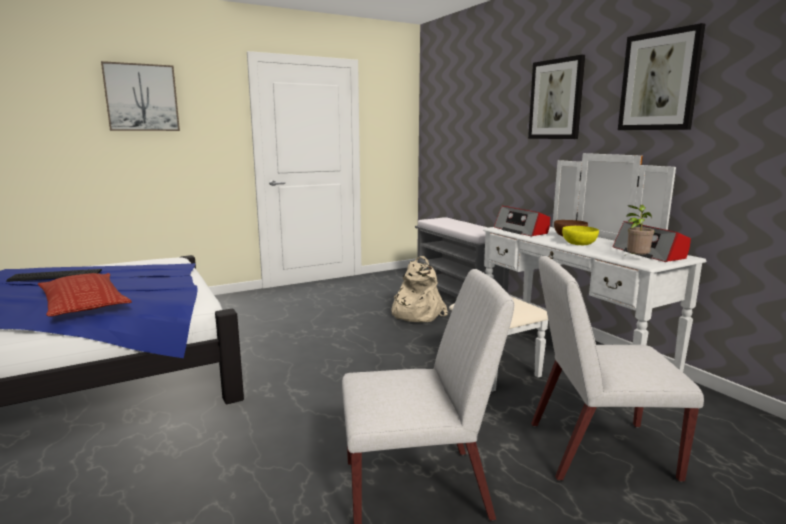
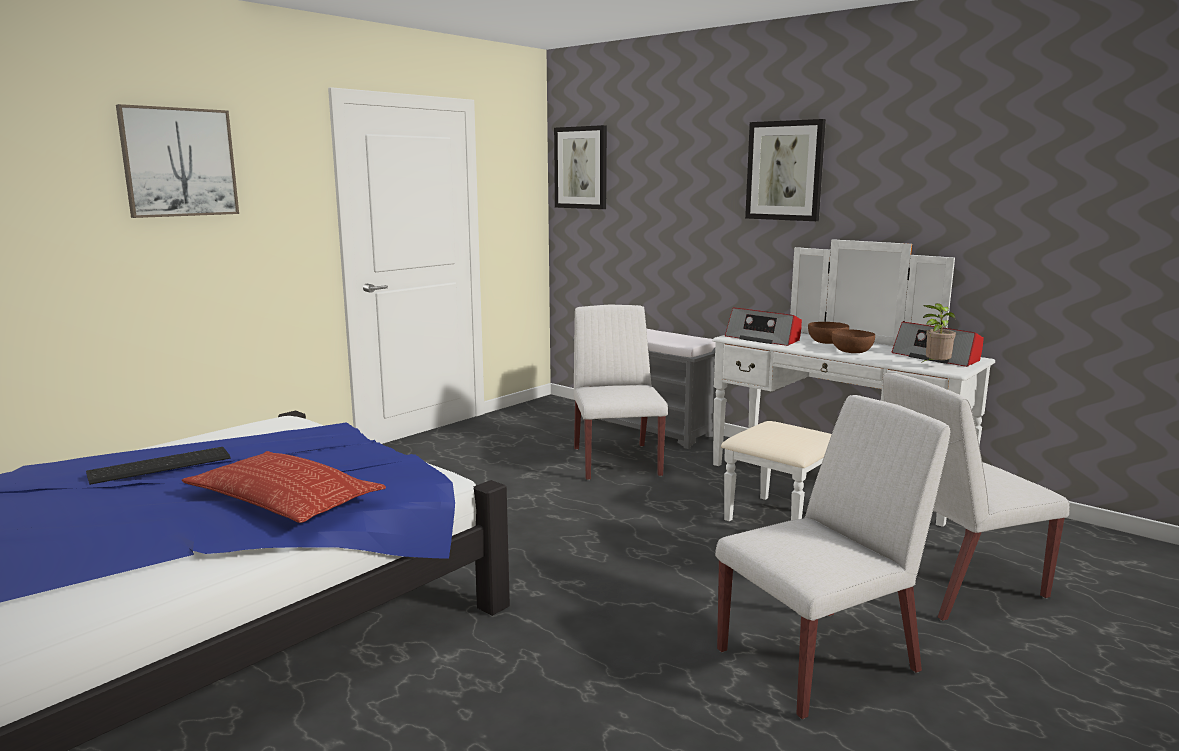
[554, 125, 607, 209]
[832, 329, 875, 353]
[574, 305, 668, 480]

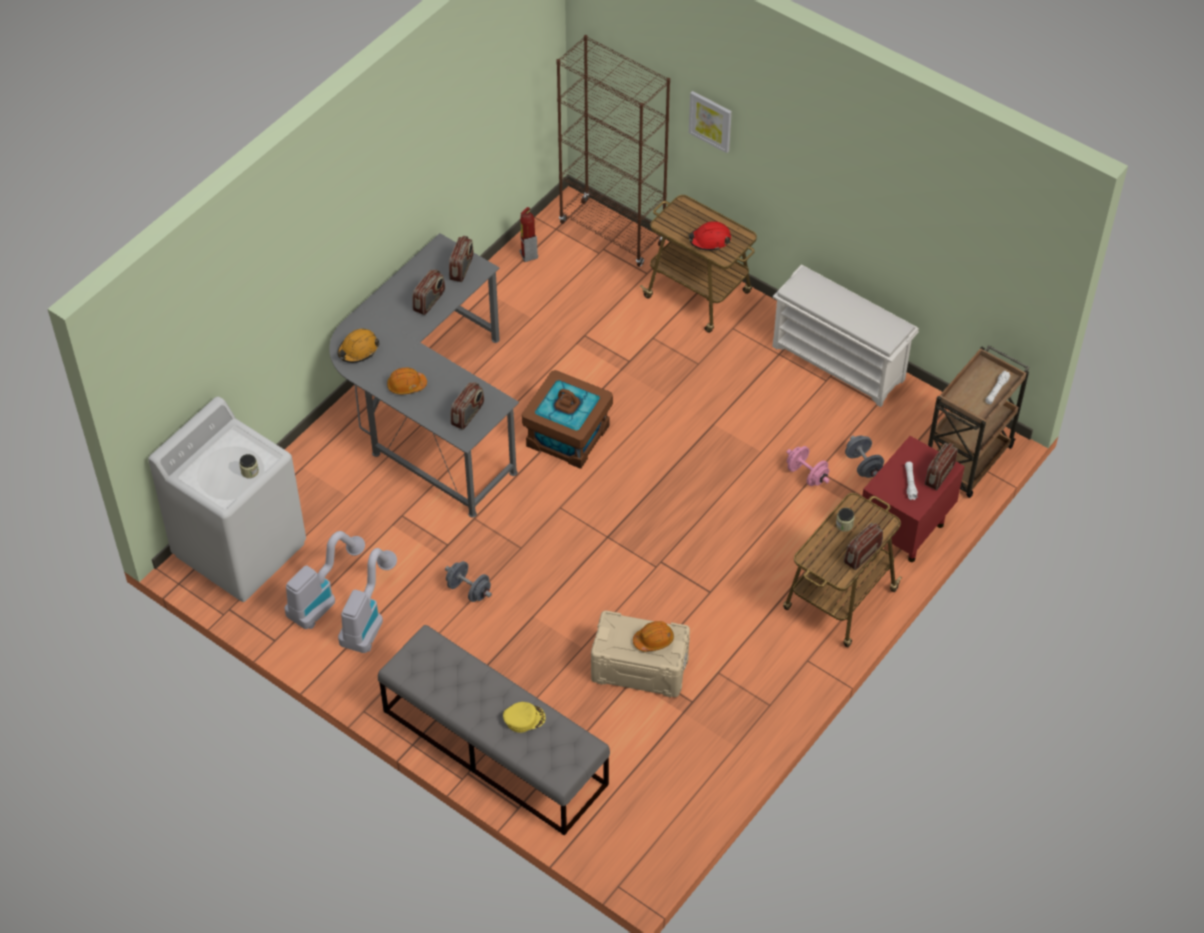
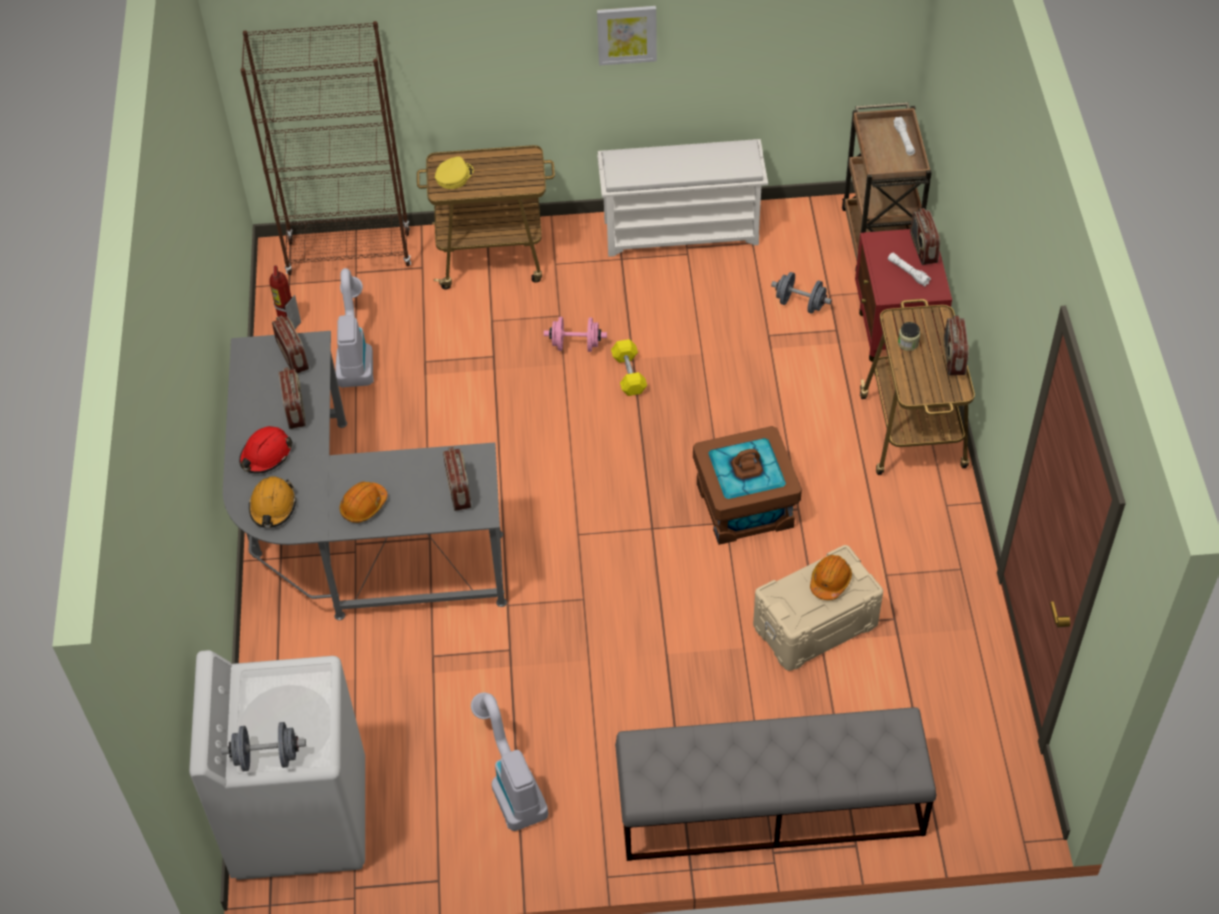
[597, 6, 657, 65]
[239, 426, 293, 474]
[693, 426, 802, 545]
[544, 317, 607, 352]
[239, 454, 259, 478] (first image)
[336, 268, 374, 387]
[221, 722, 306, 771]
[435, 157, 474, 189]
[611, 339, 647, 396]

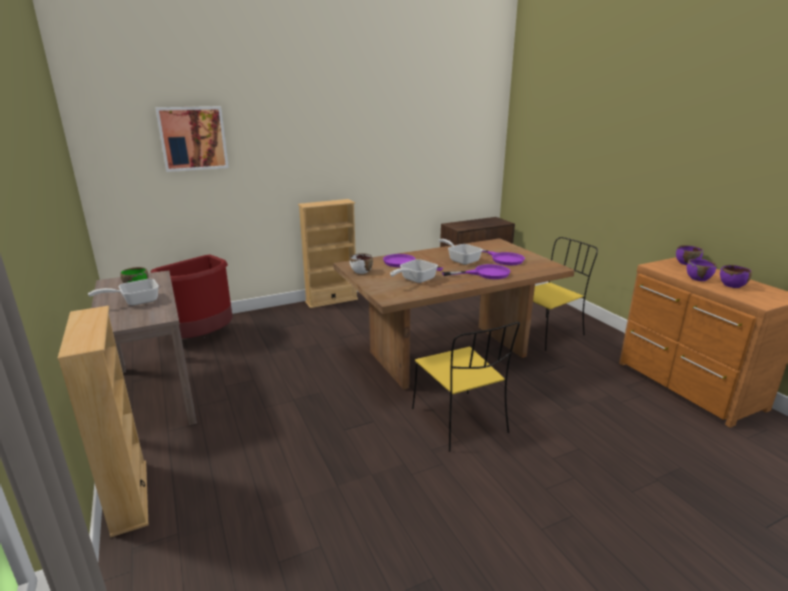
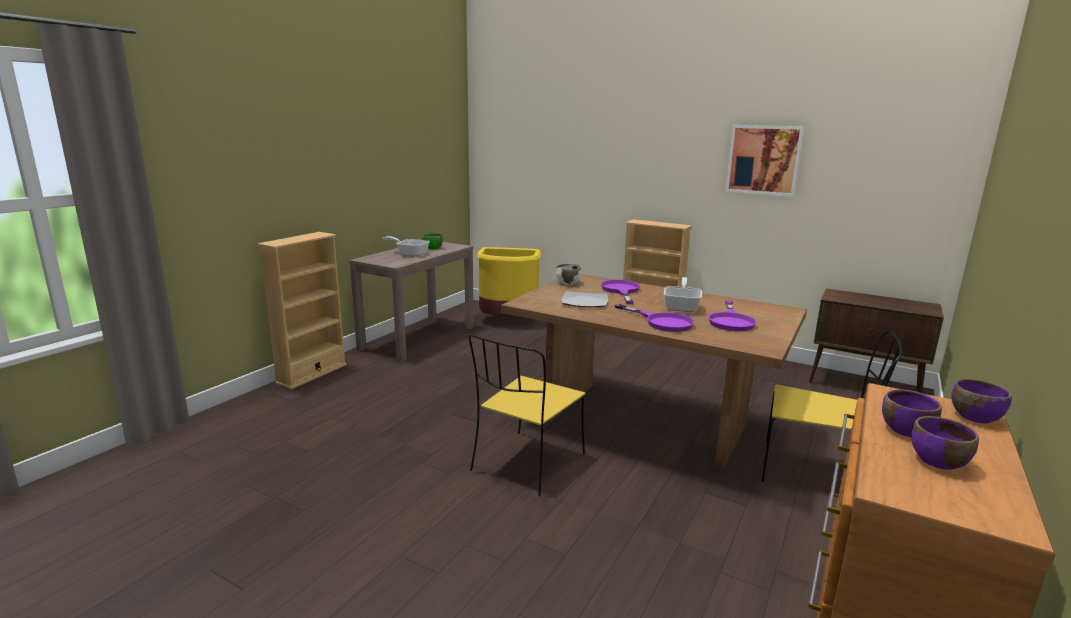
[725, 125, 804, 197]
[477, 247, 541, 317]
[562, 291, 608, 307]

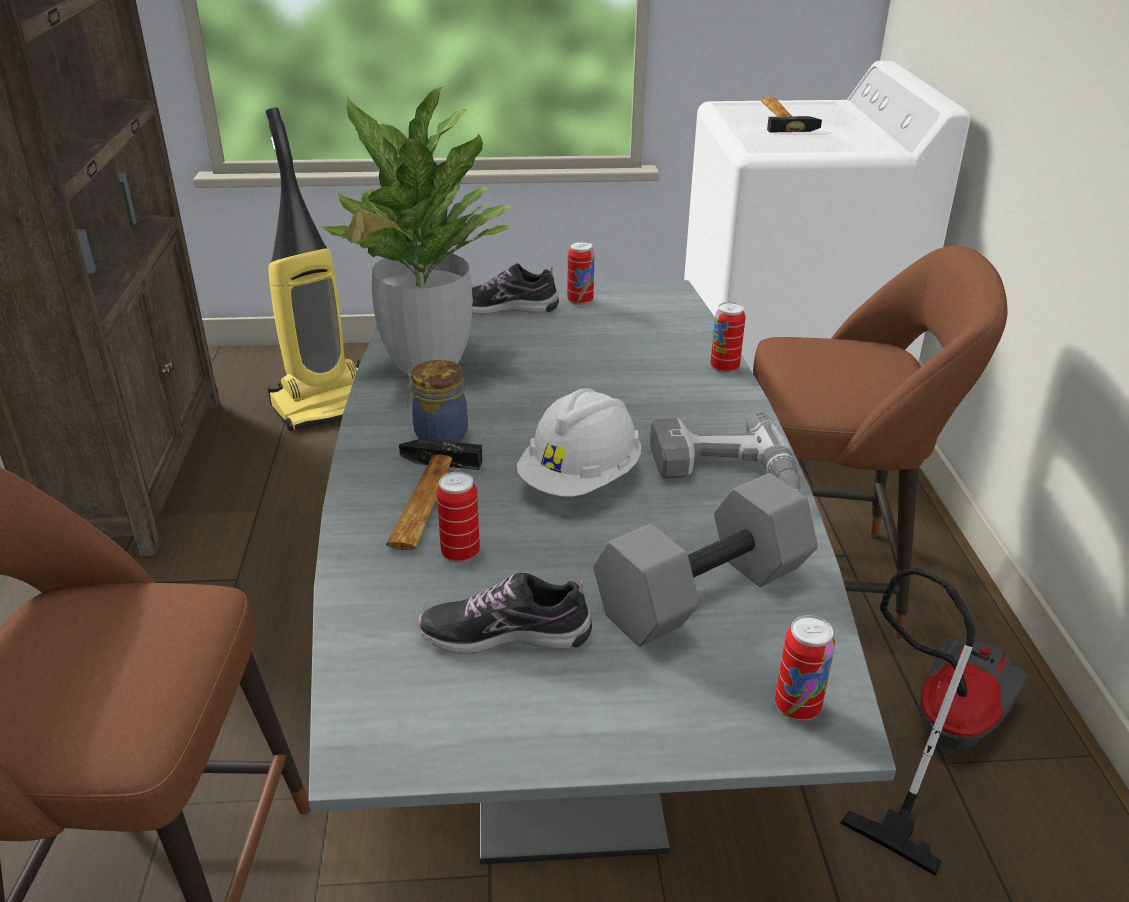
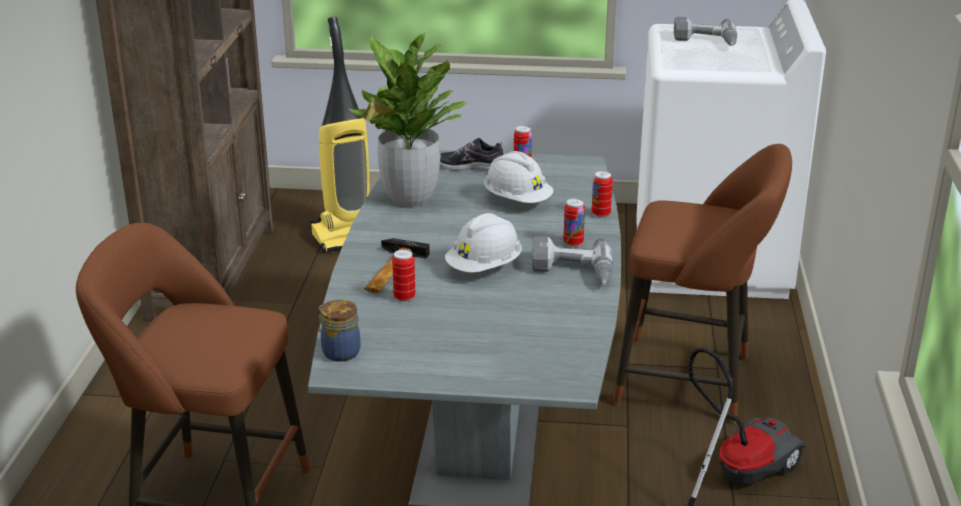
[674, 17, 737, 46]
[318, 300, 360, 362]
[593, 473, 818, 647] (first image)
[418, 573, 592, 654] (first image)
[563, 198, 585, 247]
[484, 151, 553, 203]

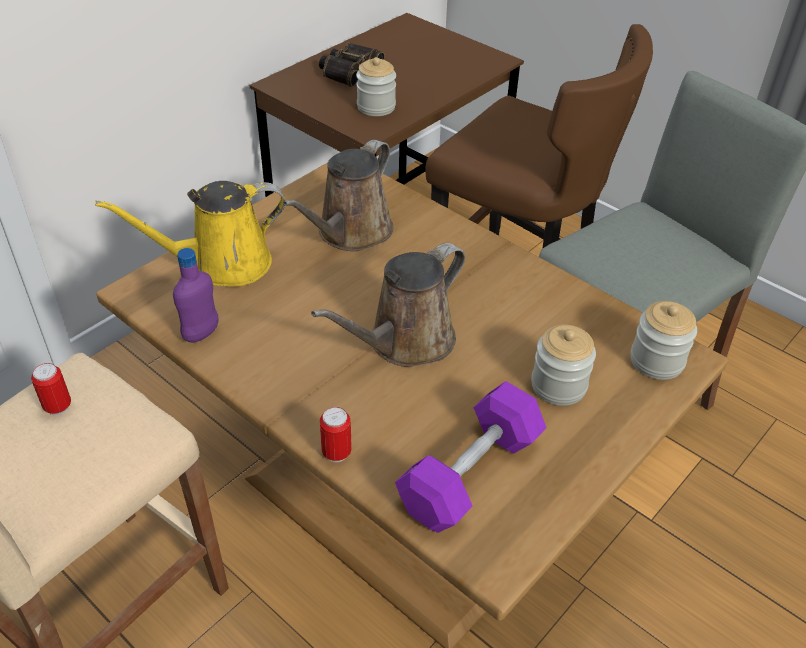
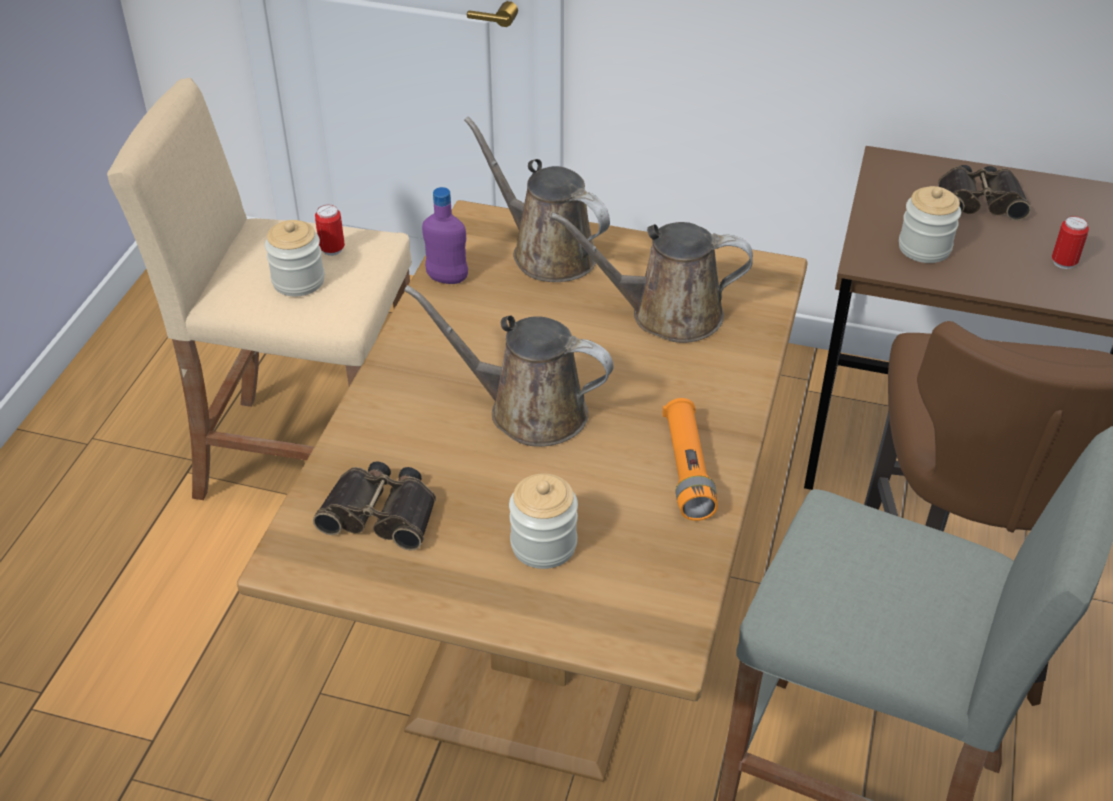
[464, 117, 610, 282]
[265, 220, 325, 296]
[313, 461, 436, 551]
[1052, 216, 1089, 269]
[662, 398, 718, 521]

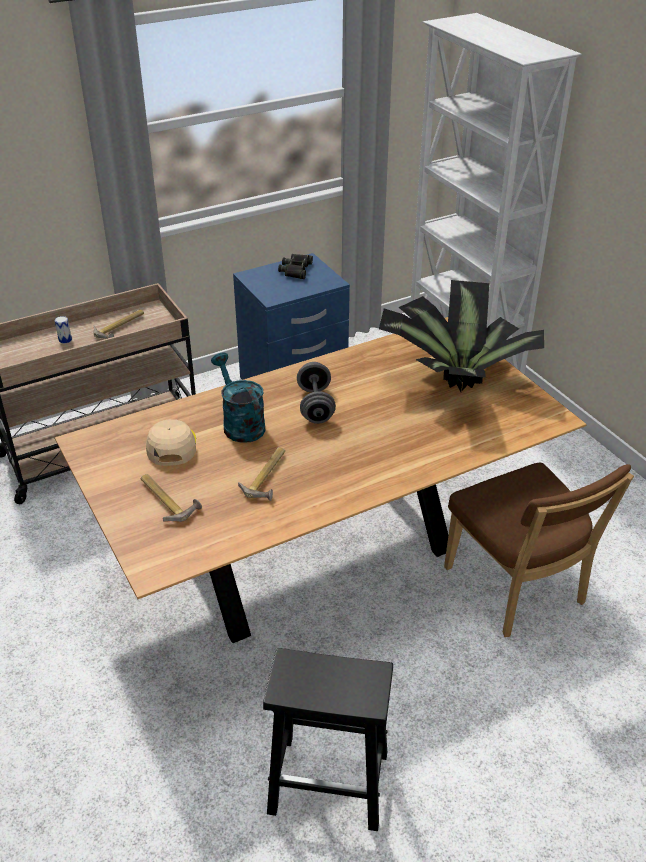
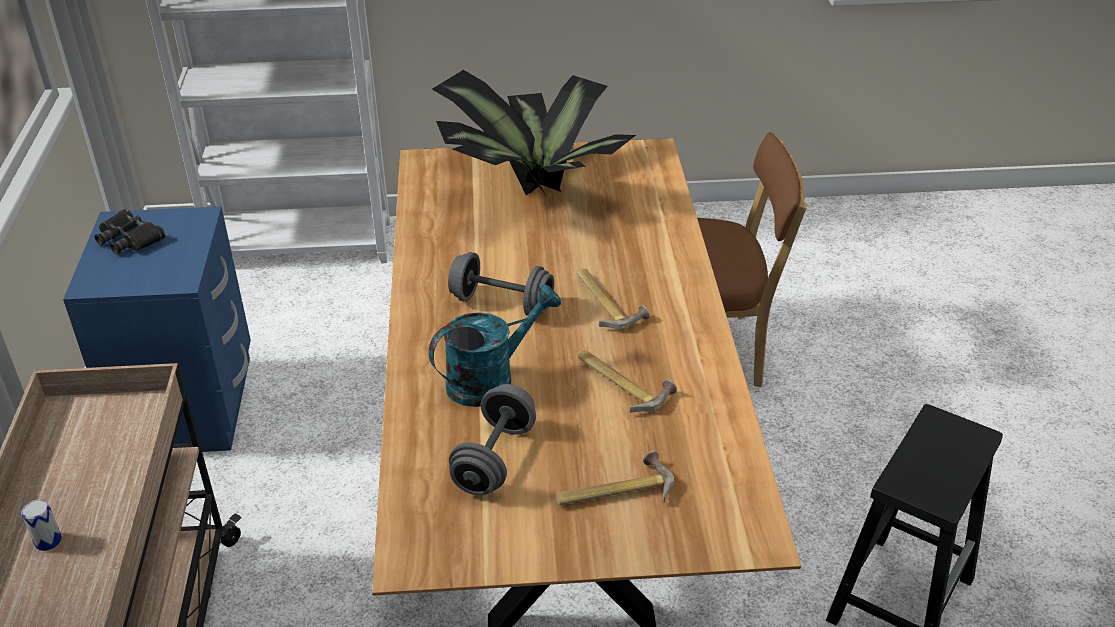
[577, 269, 650, 330]
[429, 284, 561, 407]
[449, 384, 536, 496]

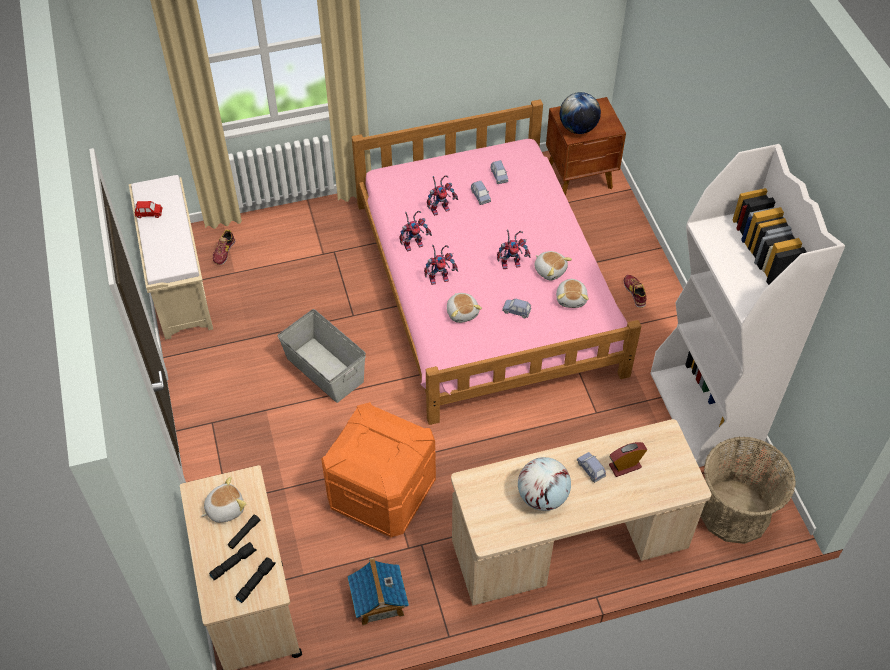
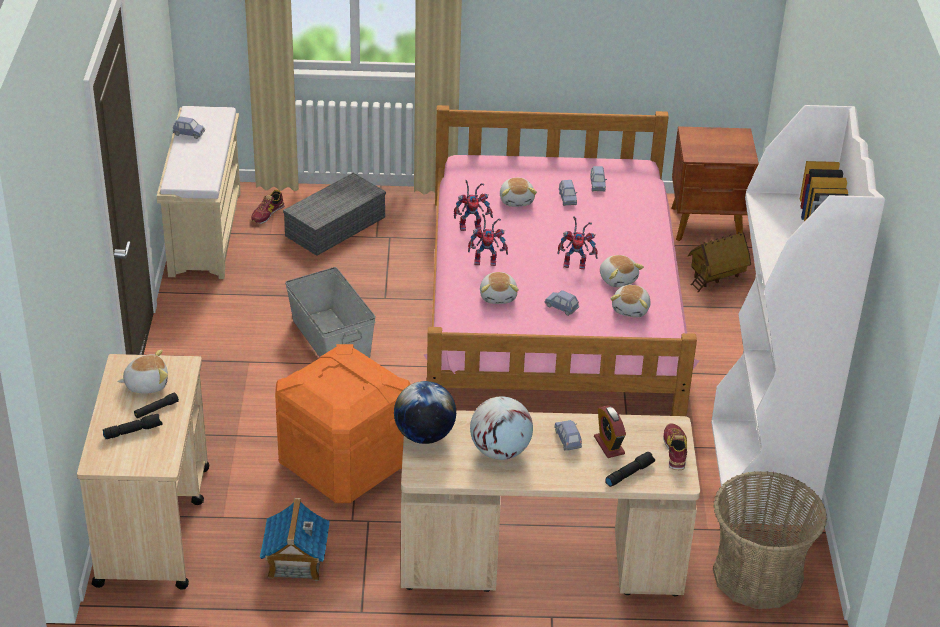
[394, 381, 456, 444]
[500, 178, 537, 207]
[172, 116, 205, 139]
[663, 424, 687, 470]
[594, 406, 626, 458]
[605, 452, 655, 487]
[283, 173, 386, 256]
[688, 232, 751, 292]

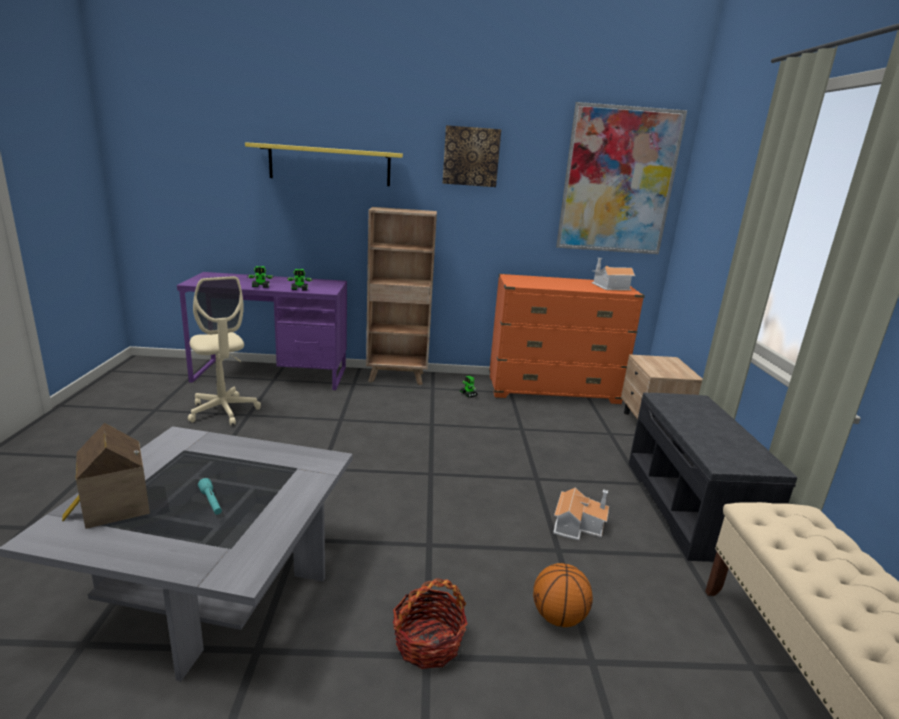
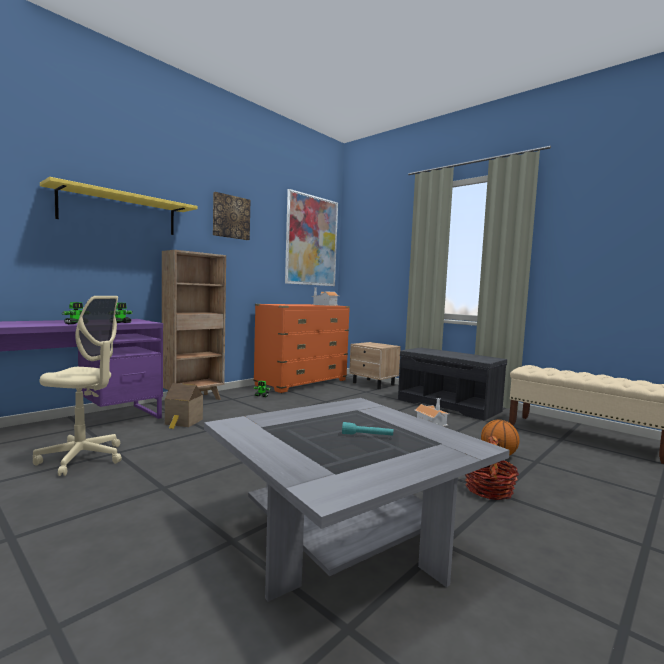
[165, 383, 203, 429]

